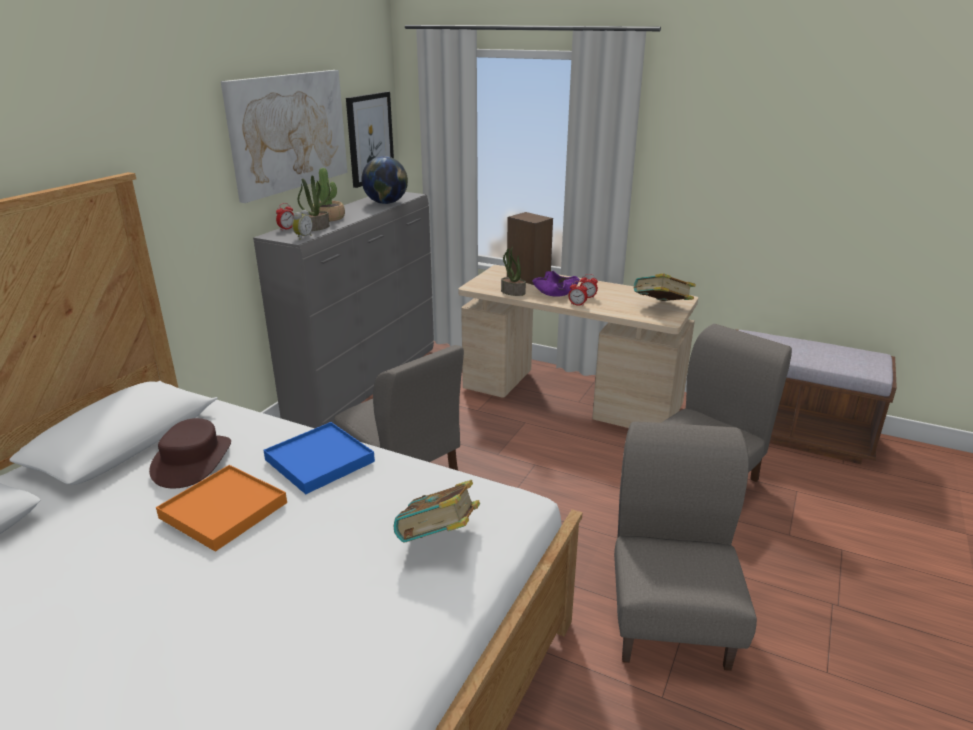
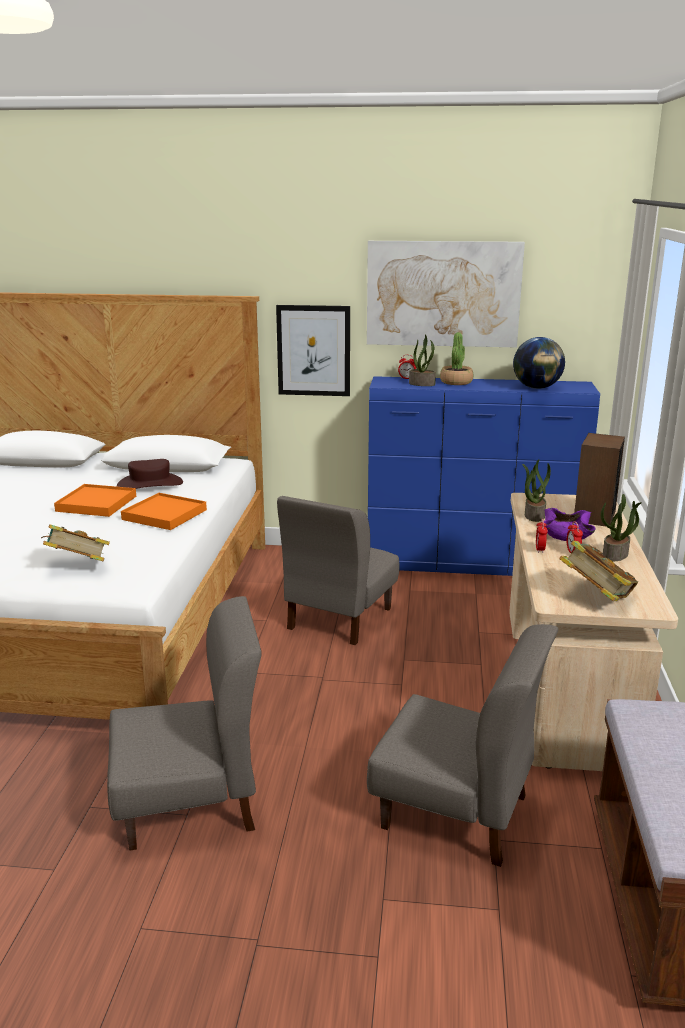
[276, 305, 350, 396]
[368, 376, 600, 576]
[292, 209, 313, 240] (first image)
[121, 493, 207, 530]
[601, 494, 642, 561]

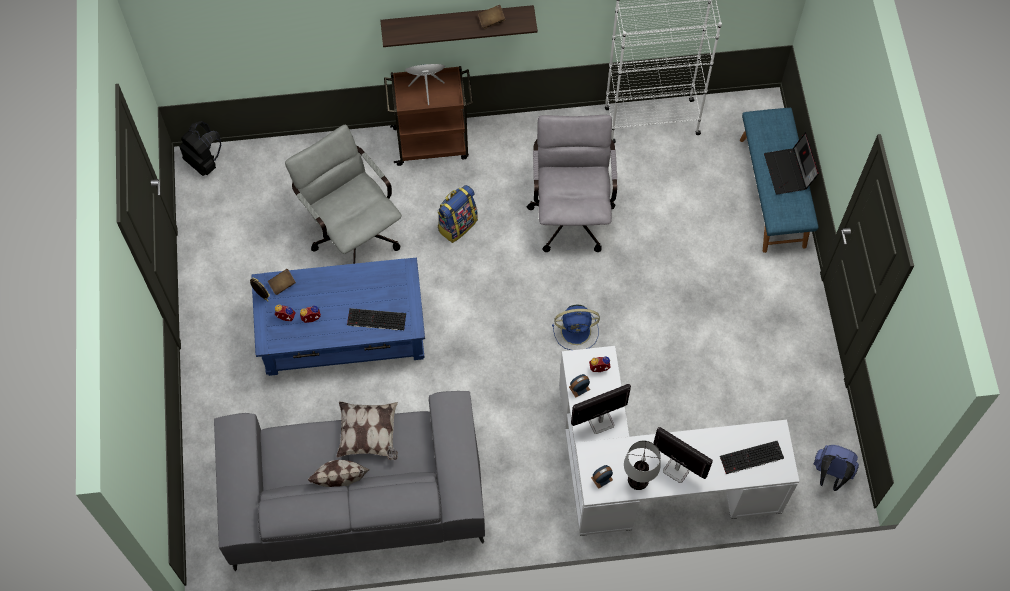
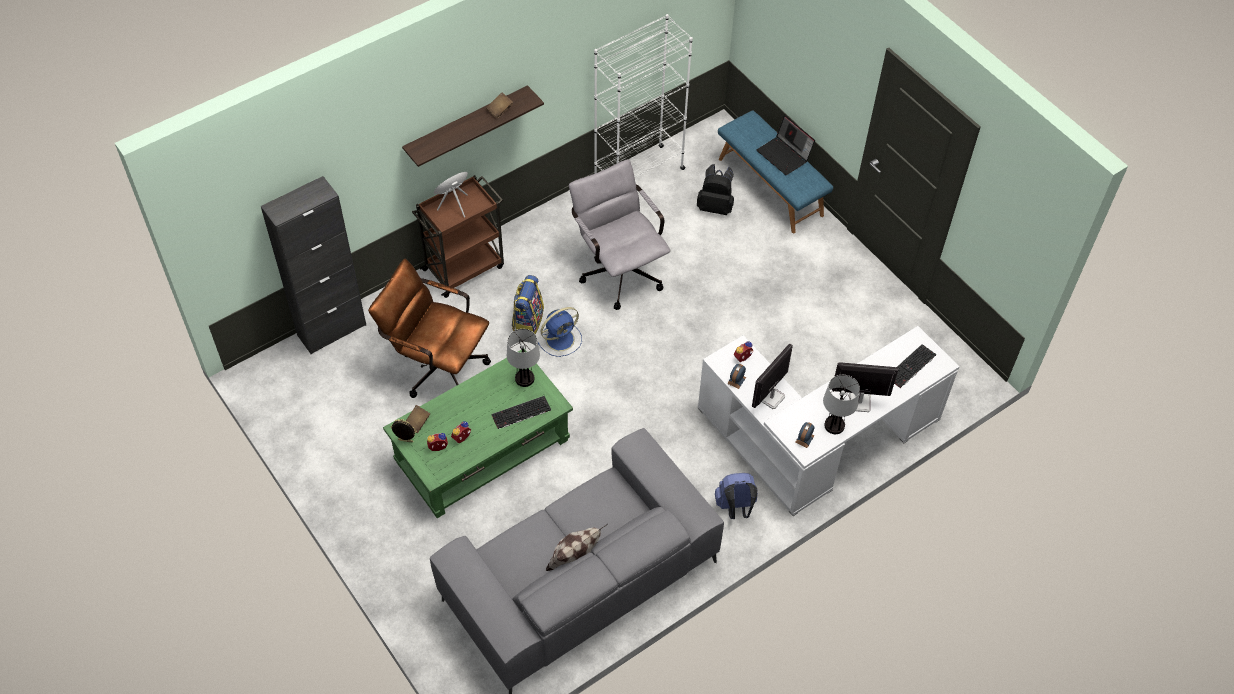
[697, 164, 734, 215]
[368, 259, 491, 398]
[383, 349, 573, 518]
[538, 307, 582, 357]
[336, 401, 398, 460] (first image)
[715, 473, 758, 519]
[261, 176, 366, 354]
[507, 329, 540, 387]

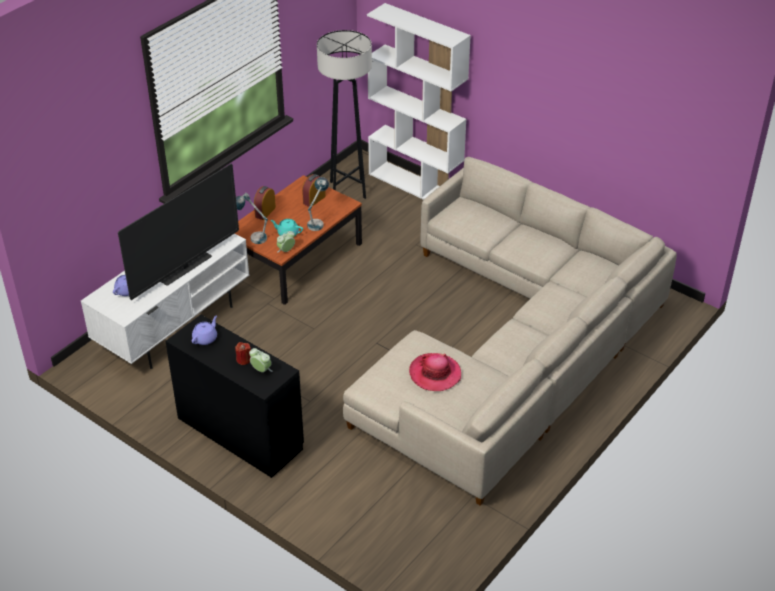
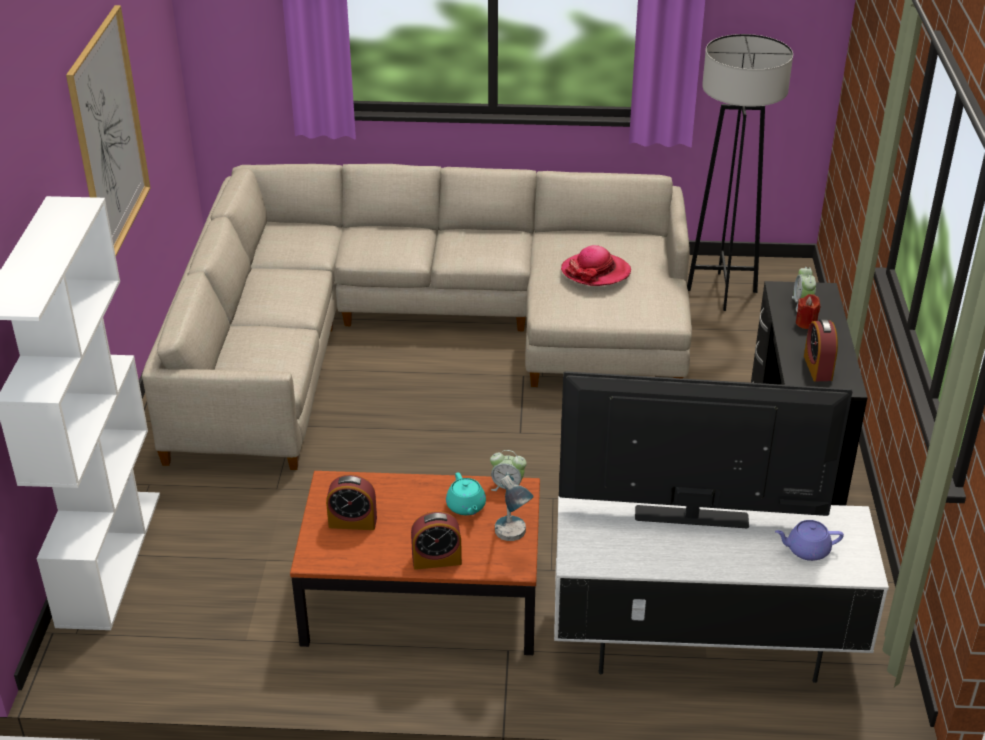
[687, 34, 793, 311]
[307, 177, 329, 231] (first image)
[804, 319, 838, 381]
[66, 5, 151, 256]

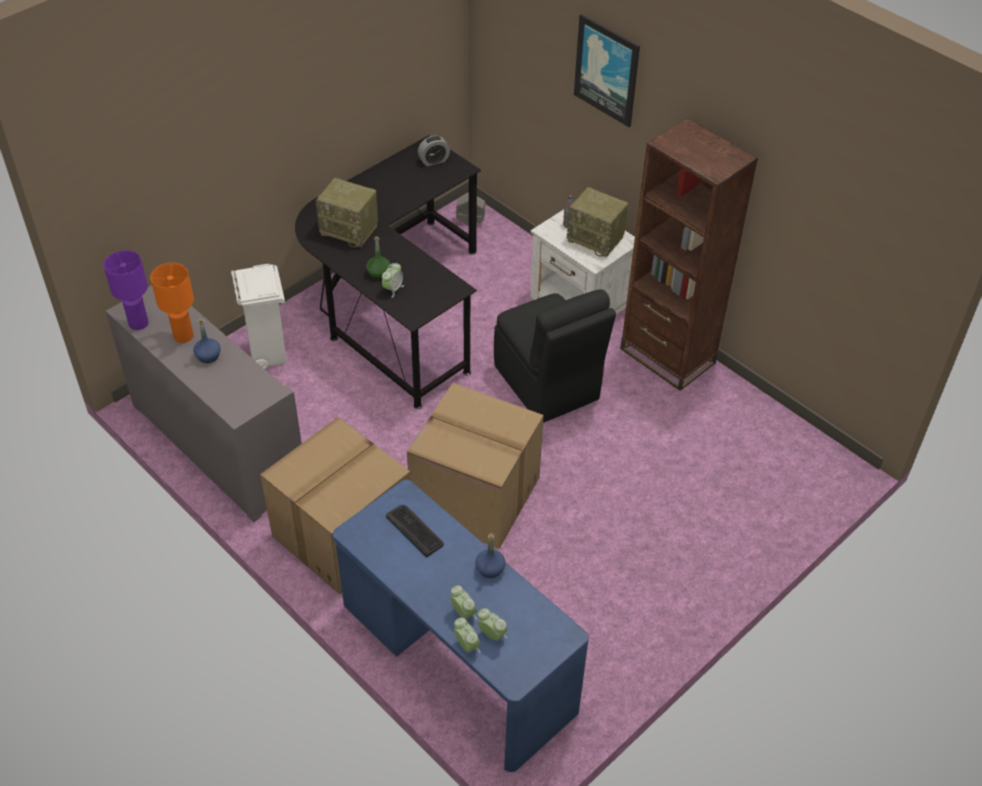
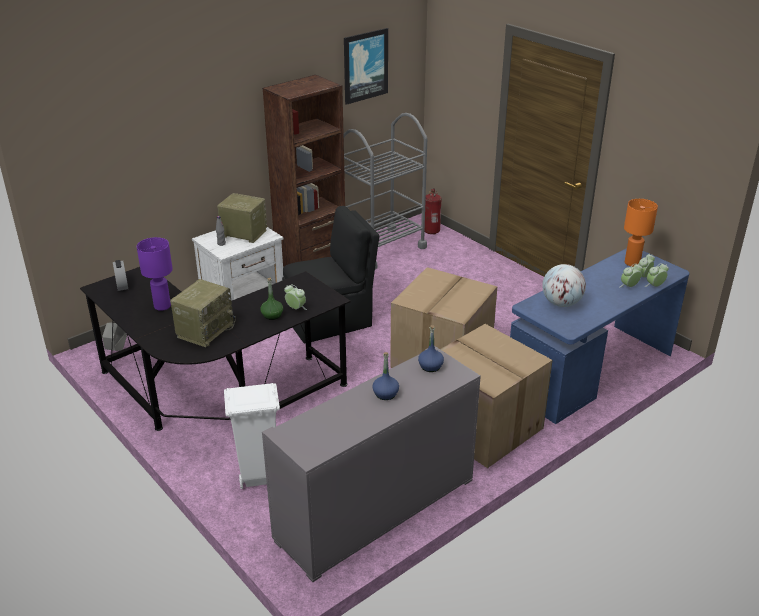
[344, 28, 388, 105]
[217, 193, 267, 243]
[137, 237, 173, 311]
[624, 199, 658, 267]
[542, 264, 586, 307]
[418, 325, 444, 372]
[344, 113, 427, 270]
[425, 188, 441, 234]

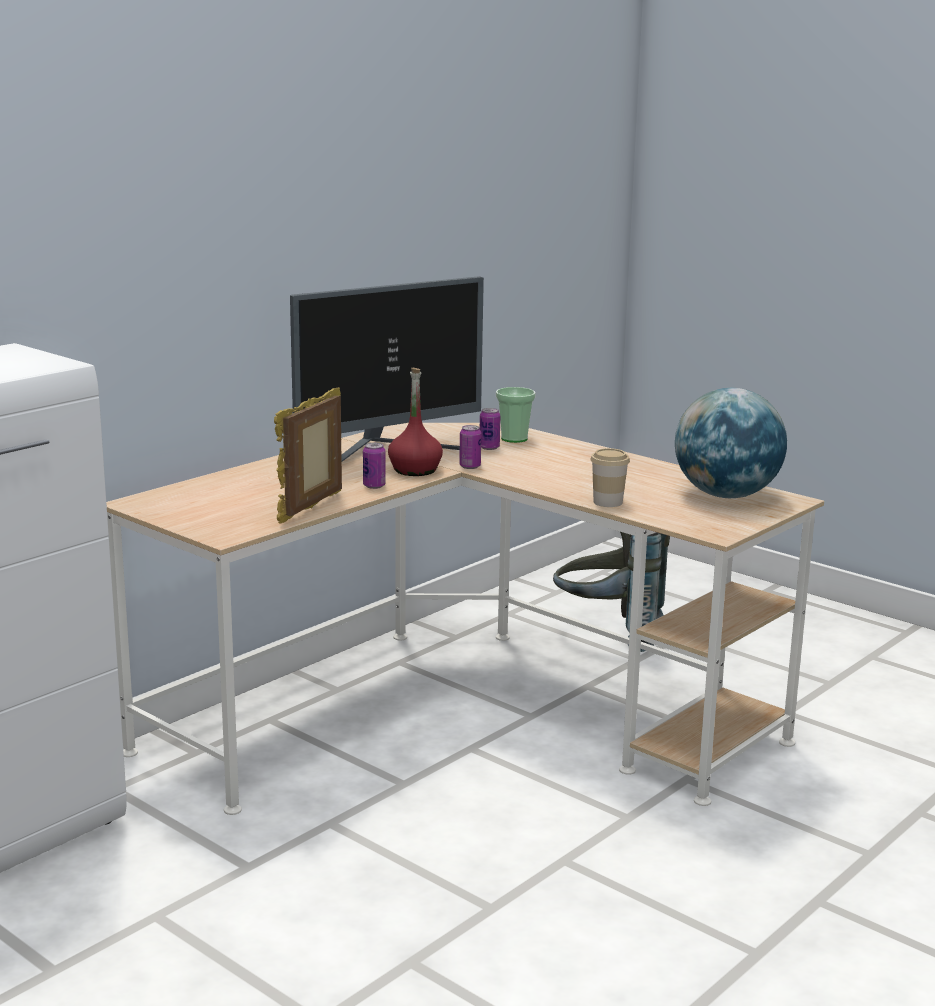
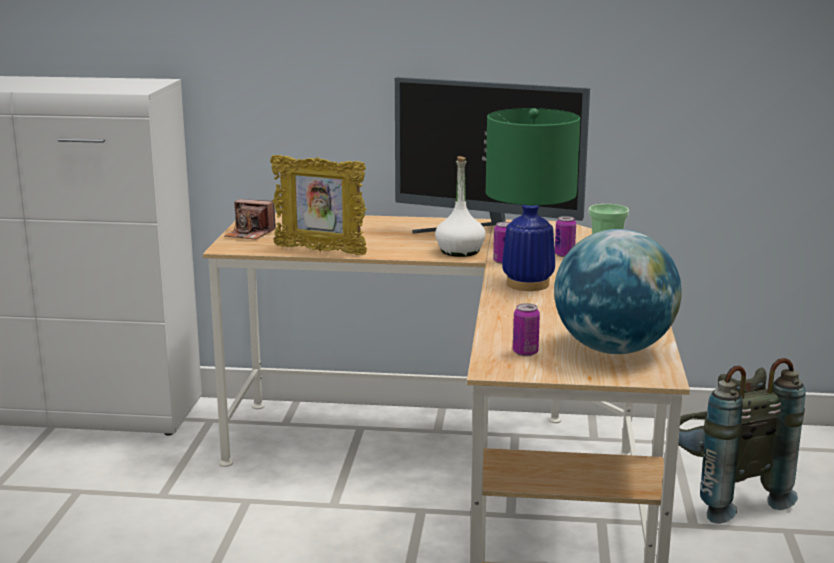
[435, 156, 486, 257]
[270, 155, 367, 255]
[513, 303, 540, 356]
[590, 448, 630, 507] (first image)
[486, 108, 580, 291]
[224, 199, 276, 240]

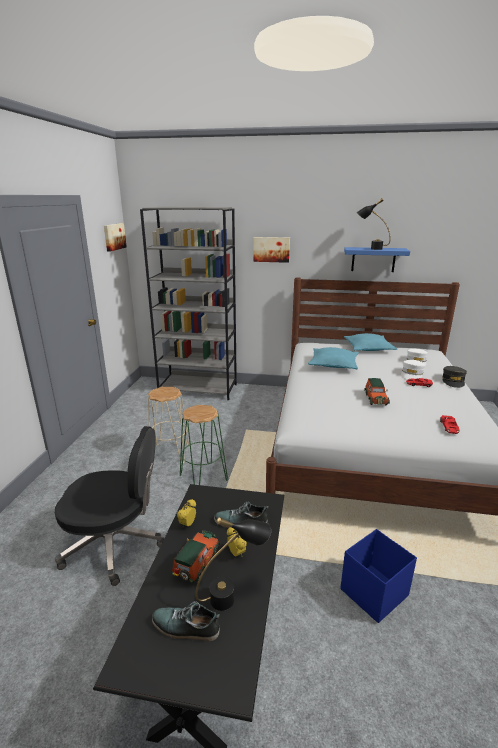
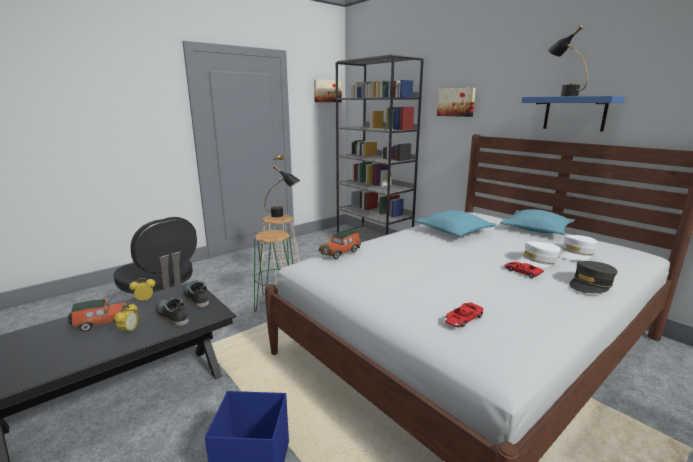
[318, 229, 361, 259]
[264, 165, 300, 217]
[183, 281, 209, 308]

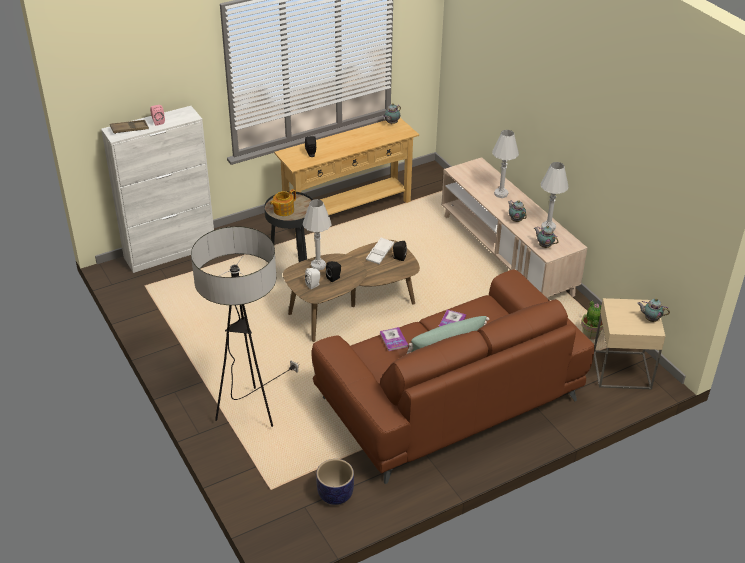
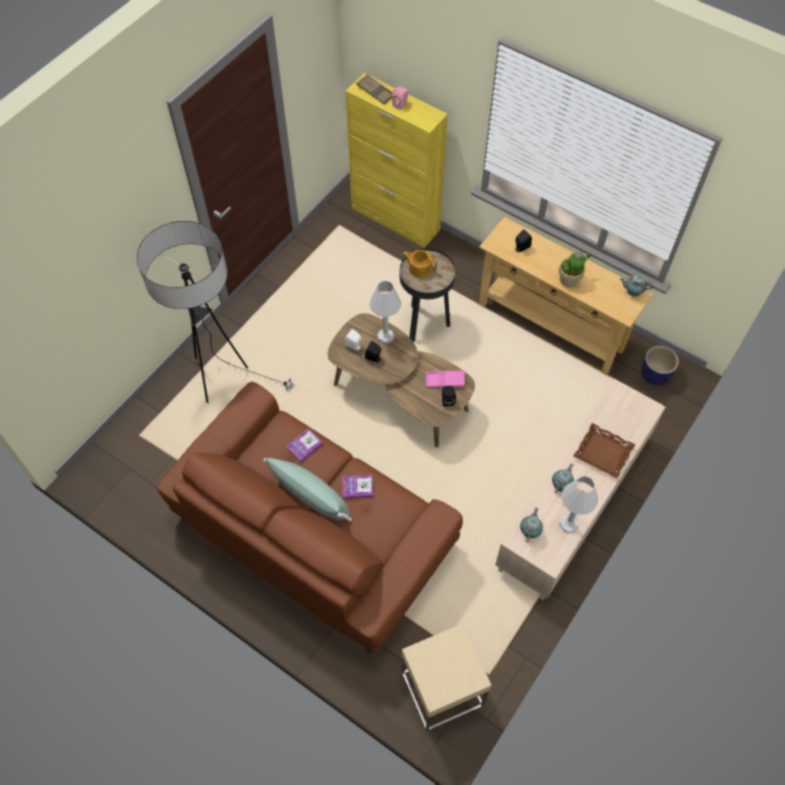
[345, 73, 448, 248]
[573, 423, 635, 479]
[426, 370, 465, 388]
[637, 298, 670, 322] (first image)
[559, 252, 591, 288]
[641, 346, 679, 385]

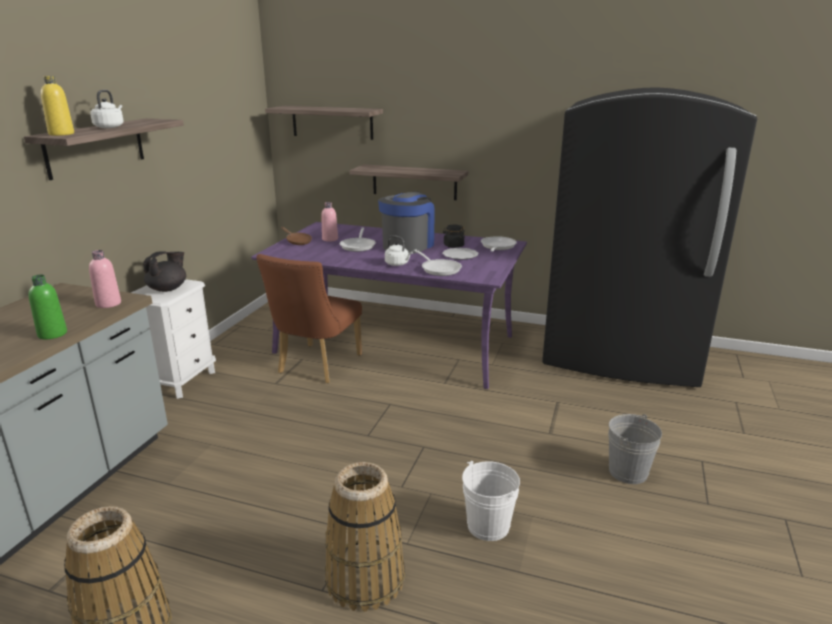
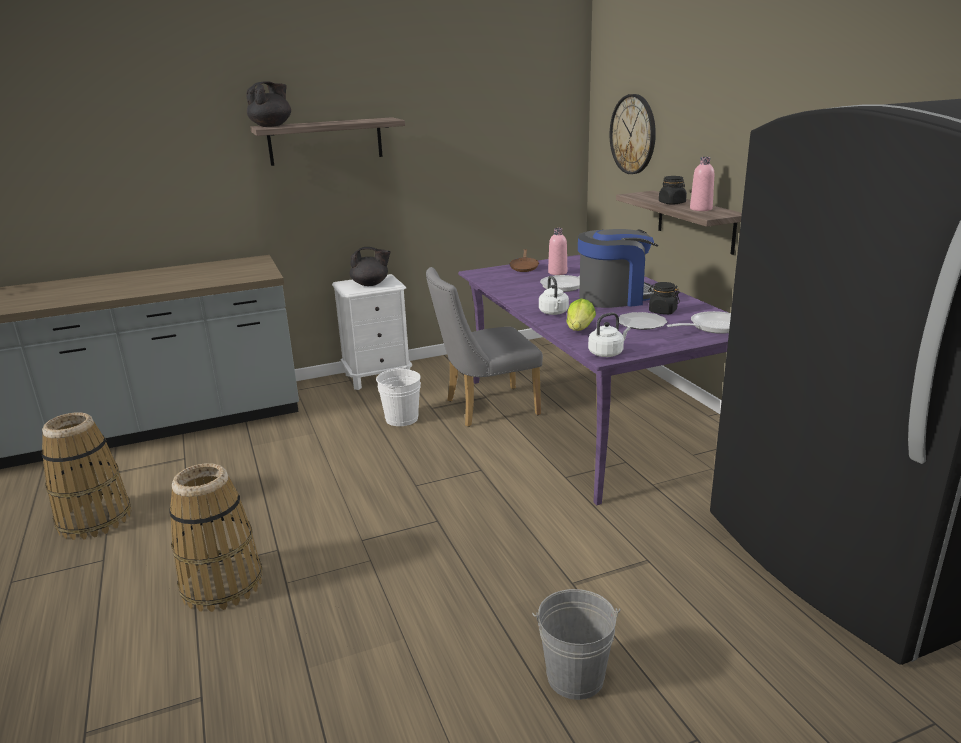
[246, 81, 291, 127]
[588, 312, 630, 357]
[610, 94, 656, 174]
[566, 298, 596, 331]
[690, 157, 714, 211]
[426, 267, 543, 427]
[29, 275, 67, 339] (first image)
[376, 366, 421, 426]
[659, 176, 687, 205]

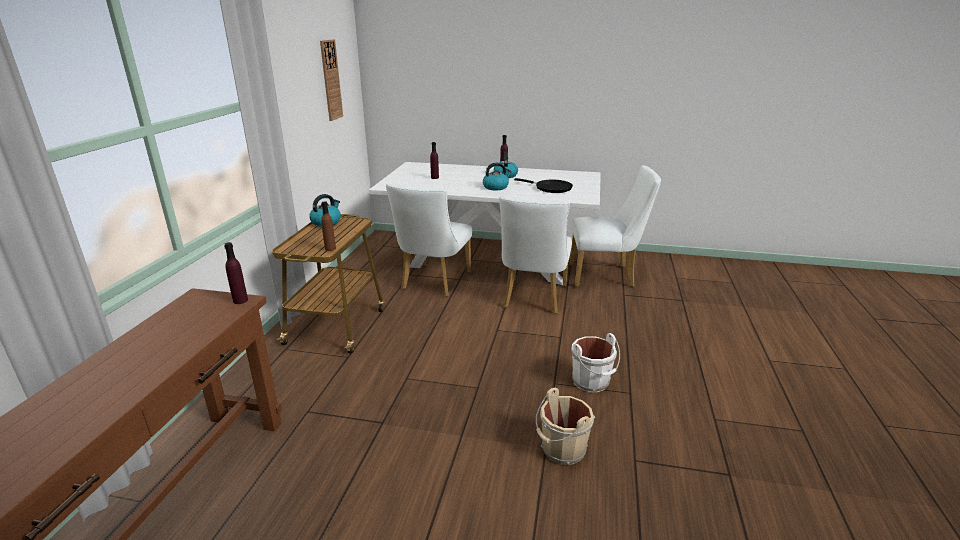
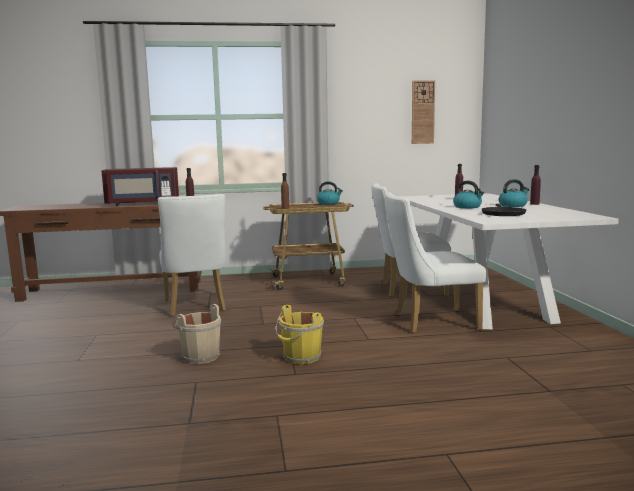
[158, 194, 226, 317]
[275, 305, 324, 364]
[102, 167, 179, 206]

